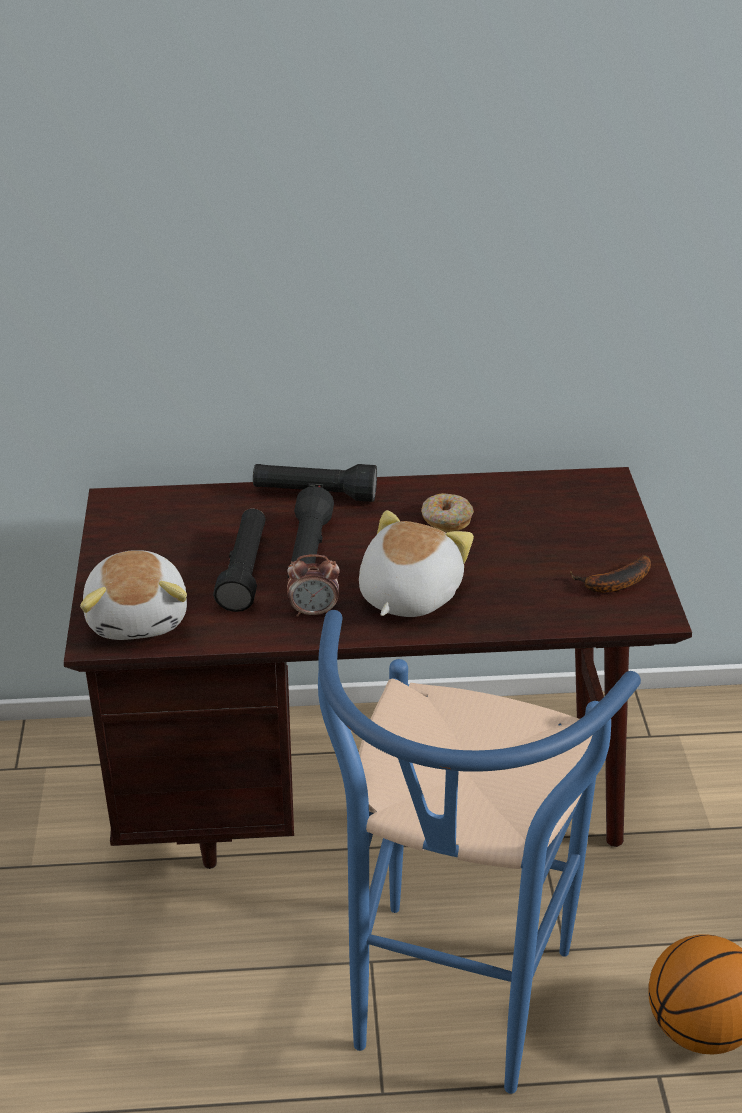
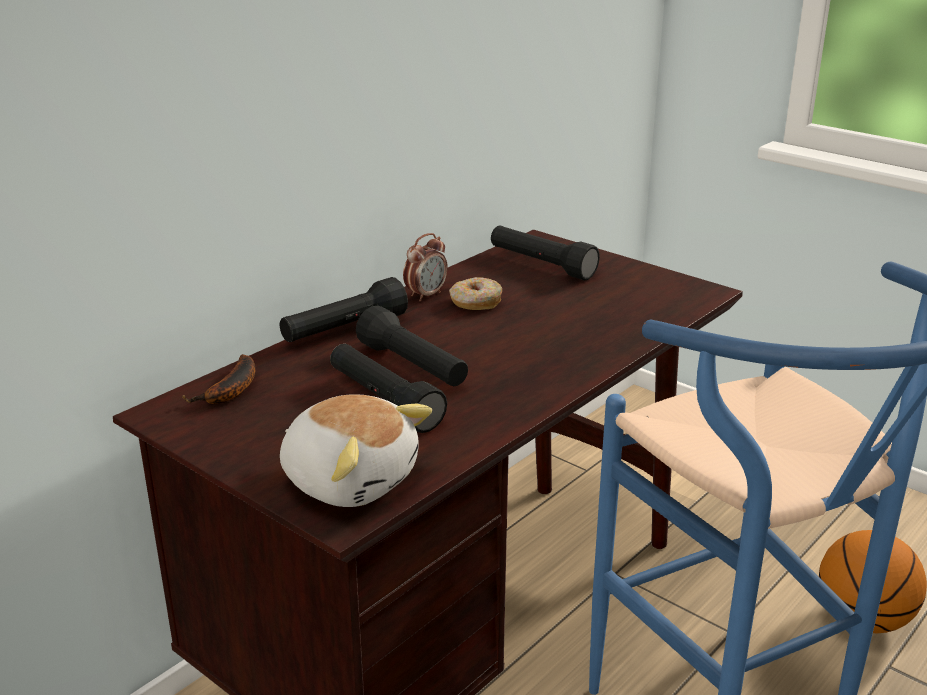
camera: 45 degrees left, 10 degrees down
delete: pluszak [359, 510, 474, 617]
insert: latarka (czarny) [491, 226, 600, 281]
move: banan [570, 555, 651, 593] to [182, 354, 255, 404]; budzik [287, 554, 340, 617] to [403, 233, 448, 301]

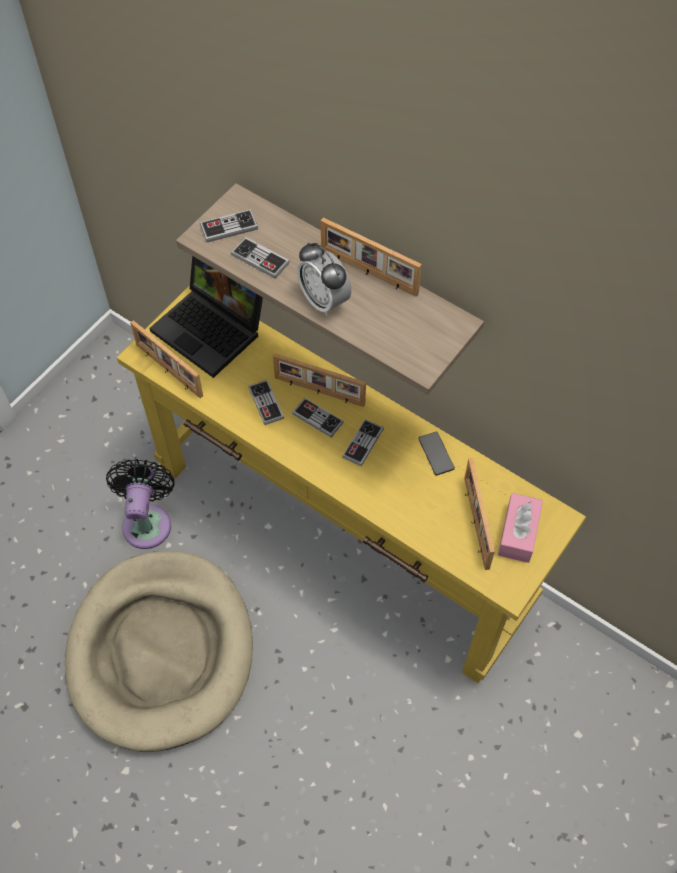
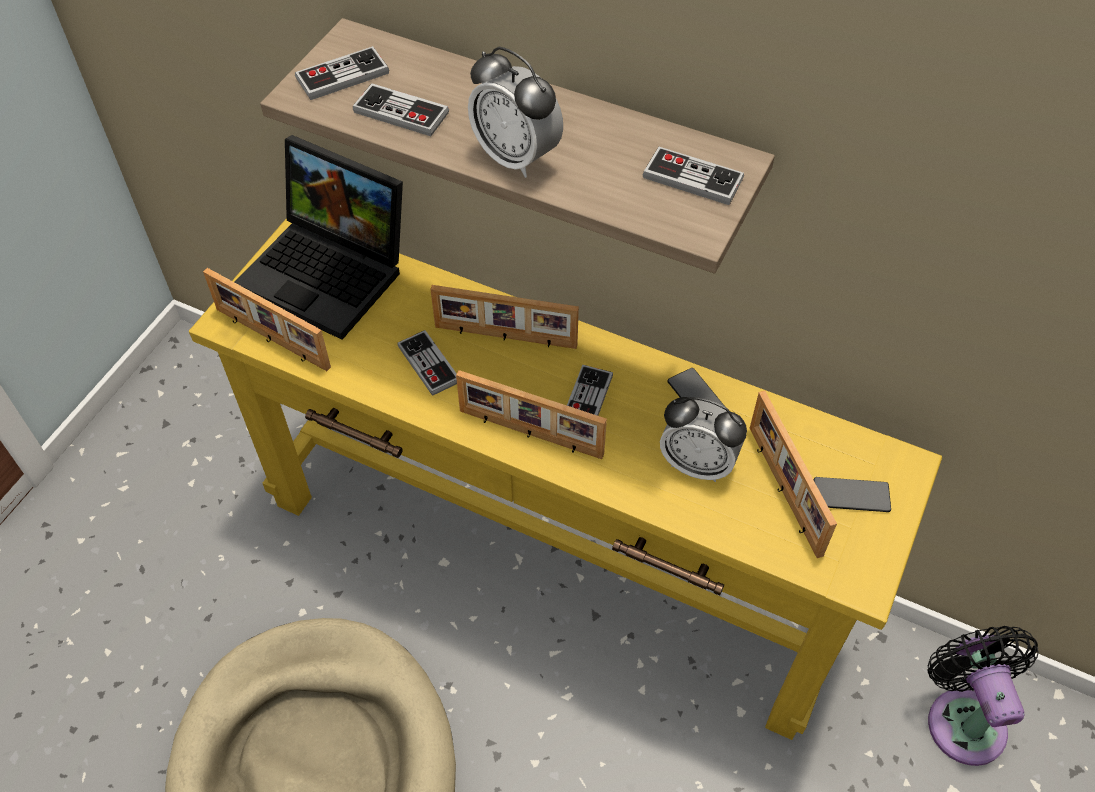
camera: 10 degrees left, 5 degrees down
insert: budzik [660, 397, 747, 482]
move: ramka na zdjęcie [321, 218, 422, 297] to [456, 370, 607, 459]; pad do gier [292, 398, 344, 438] to [642, 147, 744, 205]; wentylator (czarny) [106, 459, 175, 549] to [927, 626, 1039, 766]
replace: pudełko chusteczek (różowy) [498, 493, 543, 563] to telefon [814, 477, 891, 512]

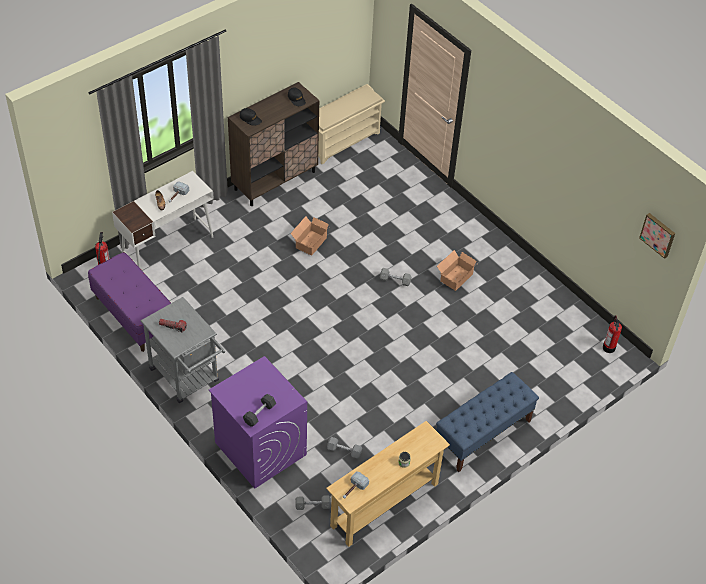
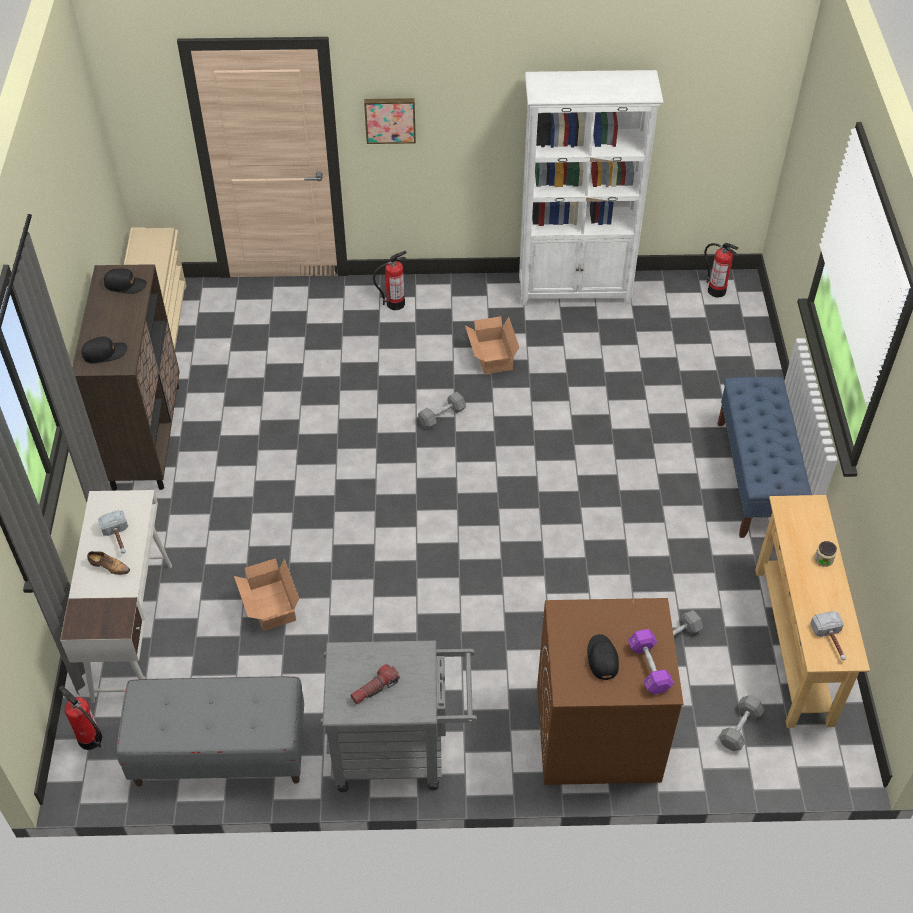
camera: 50 degrees left, 0 degrees up
insert: gaśnica [373, 251, 407, 310]; regał (biały) [519, 70, 663, 306]; czapka z daszkiem (czarny) [587, 634, 619, 680]
move: karton [290, 216, 329, 256] to [234, 558, 299, 631]; obraz [639, 213, 675, 259] to [364, 98, 416, 144]
recolor: ławka (fioletowy) [88, 252, 171, 352] to ławka (szary) [116, 676, 304, 787]; pralka (fioletowy) [209, 356, 307, 489] to pralka (brązowy) [537, 598, 684, 785]; hantel (czarny) [243, 394, 276, 427] to hantel (fioletowy) [628, 629, 674, 694]

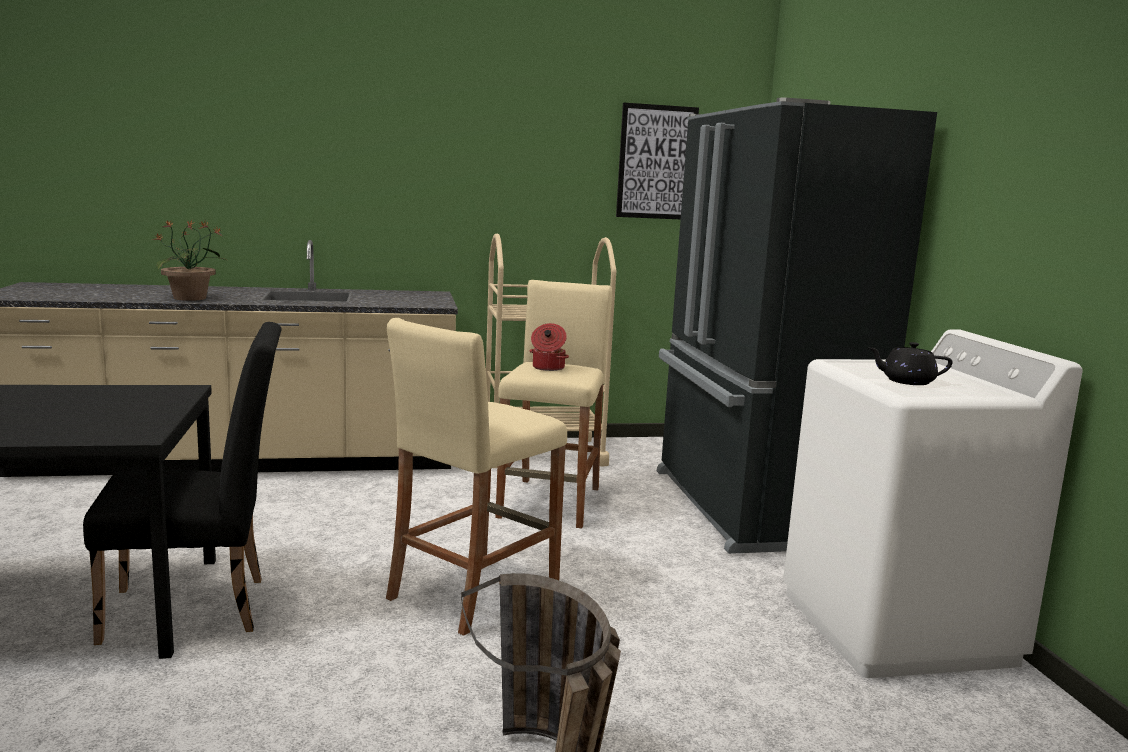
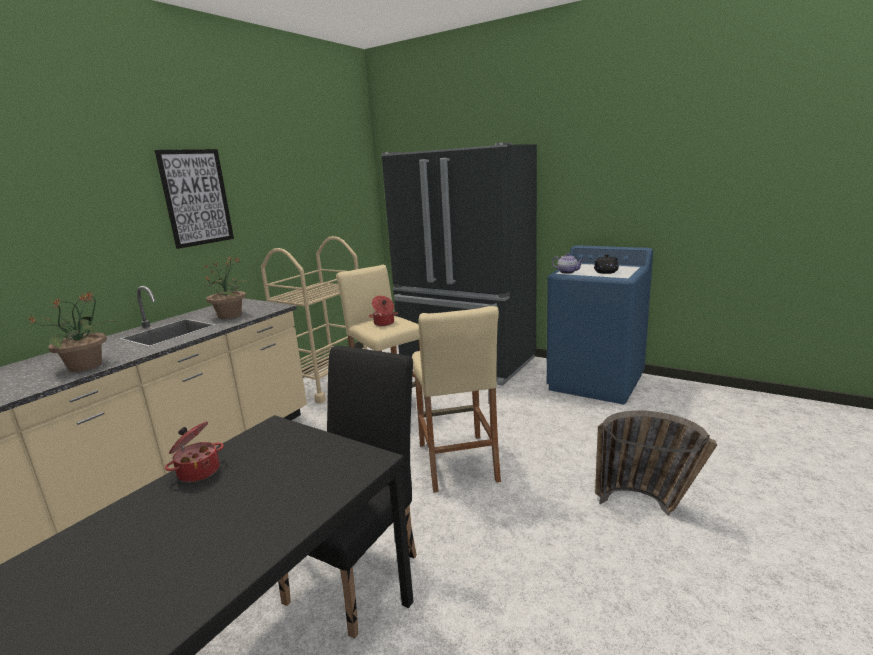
camera: 45 degrees left, 5 degrees up
insert: garnek [165, 421, 224, 482]; roślina doniczkowa [204, 257, 249, 319]; imbryk [552, 253, 584, 274]
move: obraz [616, 103, 699, 219] to [155, 149, 234, 249]
recolor: pralka (biały) [783, 329, 1082, 678] to pralka (niebieski) [547, 245, 653, 404]

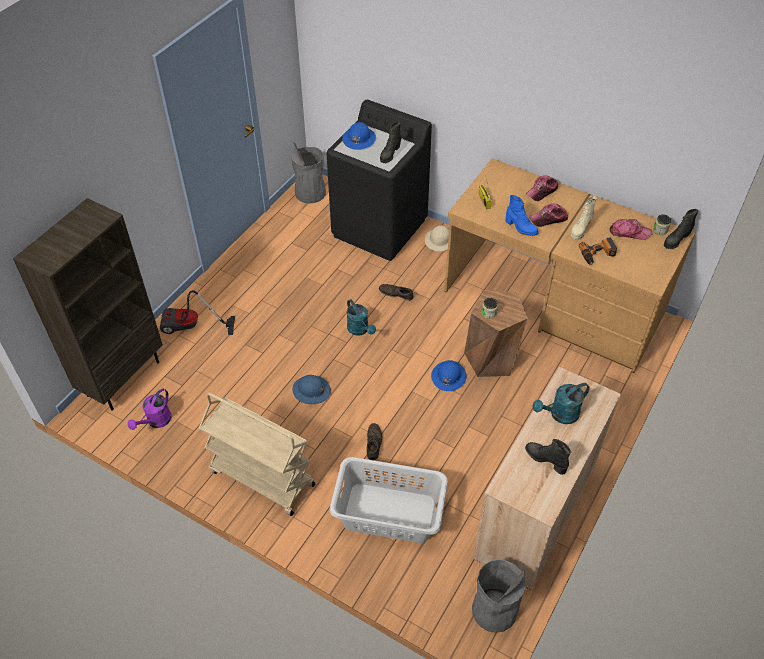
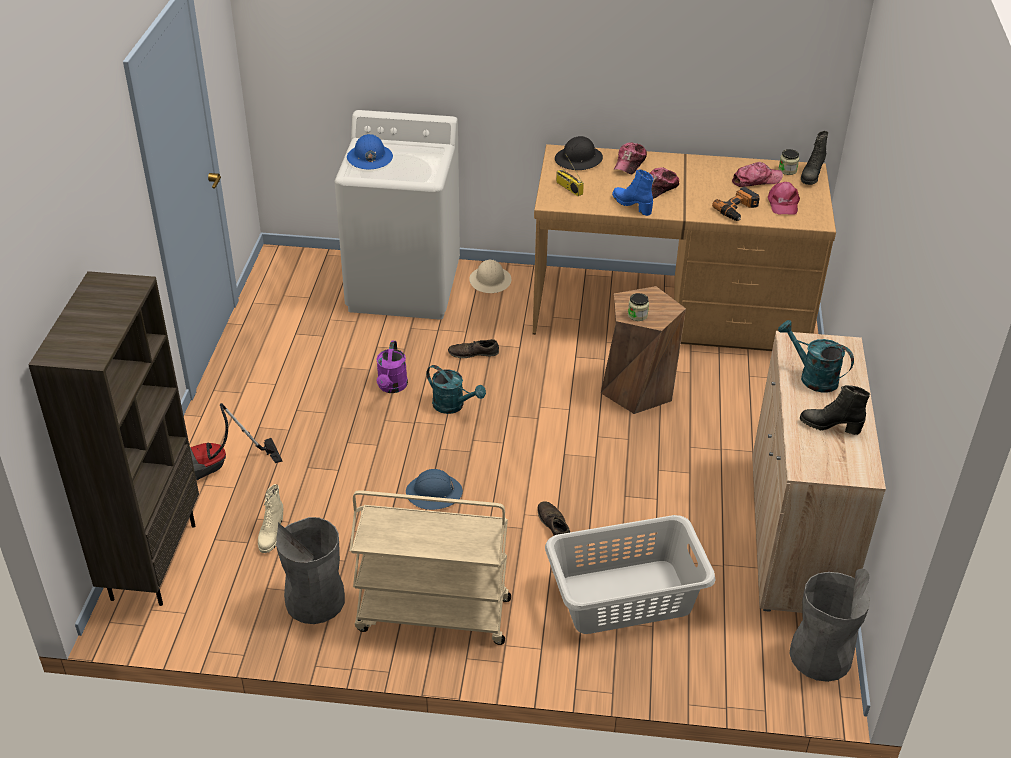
camera: 25 degrees left, 10 degrees down
delete: but z cholewką (czarny) [380, 122, 401, 163]; kask (niebieski) [431, 360, 467, 391]
insert: kask (czarny) [555, 136, 603, 170]; czapka z daszkiem (różowy) [768, 182, 800, 215]
move: but z cholewką (beżowy) [571, 196, 597, 240] to [258, 484, 283, 553]; kosz na śmieci (szary) [291, 142, 326, 204] to [276, 517, 345, 624]; konewka (fioletowy) [128, 389, 172, 430] to [376, 341, 408, 393]
recolor: pralka (czarny) [326, 100, 432, 261] to pralka (biały) [335, 110, 460, 320]
rotate: but z cholewką (niebieski) [505, 195, 538, 236] = [612, 169, 653, 216] 150 degrees counterclockwise; konewka (turkusowy) [533, 383, 590, 424] = [778, 320, 854, 393] 90 degrees clockwise

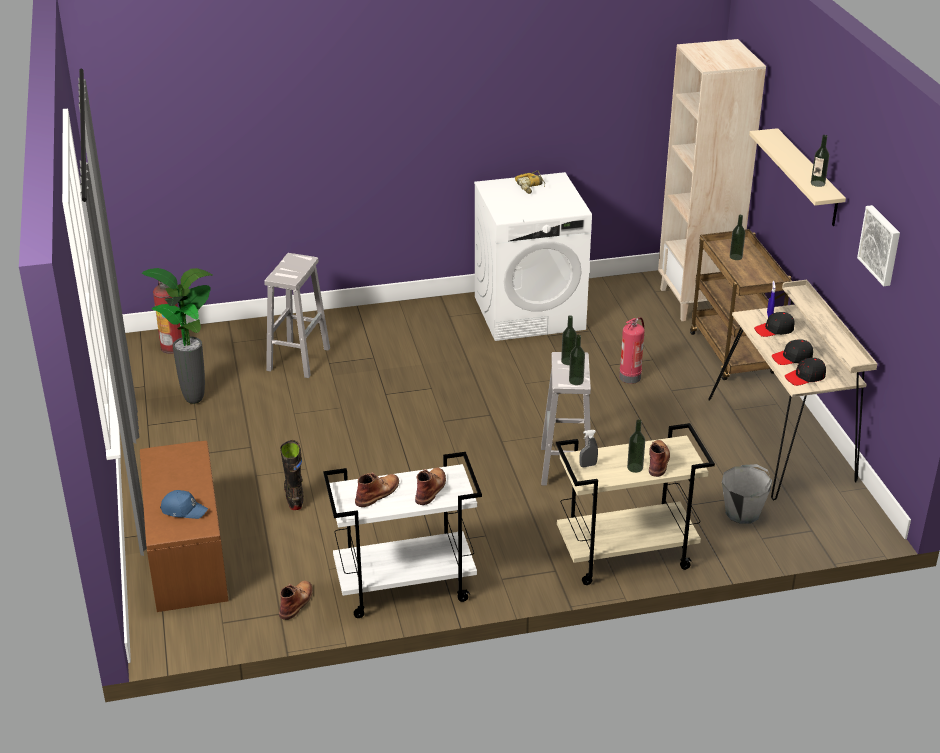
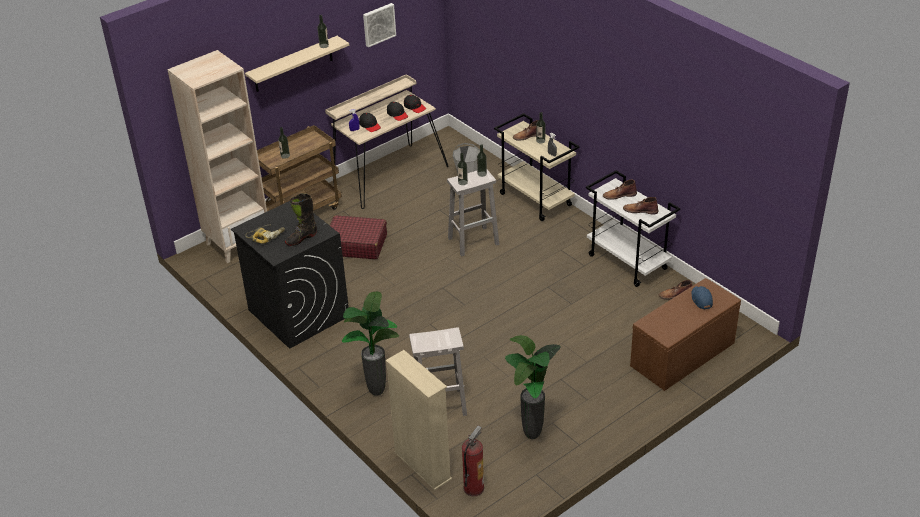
camera: 115 degrees left, 5 degrees up
insert: roślina doniczkowa [342, 292, 399, 396]; regał (beżowy) [385, 350, 452, 490]
move: but z cholewką (czarny) [280, 440, 304, 510] to [285, 193, 317, 246]
replace: gaśnica [619, 317, 644, 384] to walizka (czerwony) [330, 215, 387, 259]
recolor: pralka (biały) [474, 172, 592, 341] to pralka (czarny) [231, 201, 349, 349]

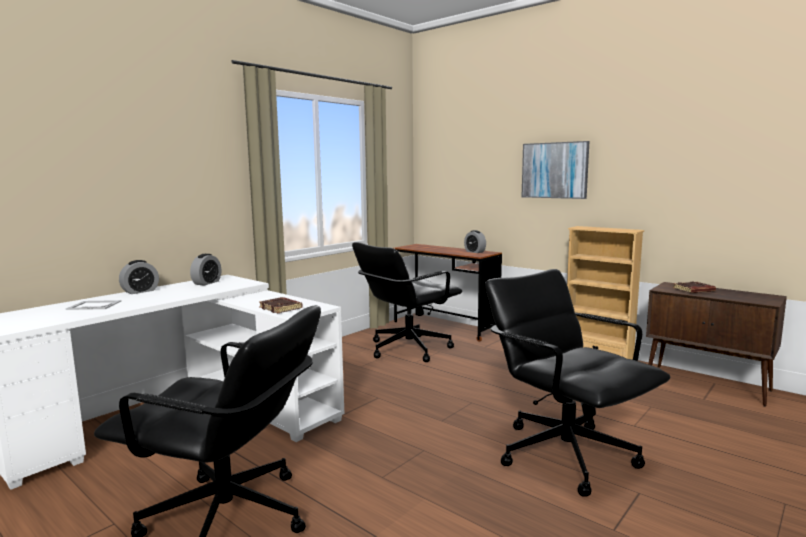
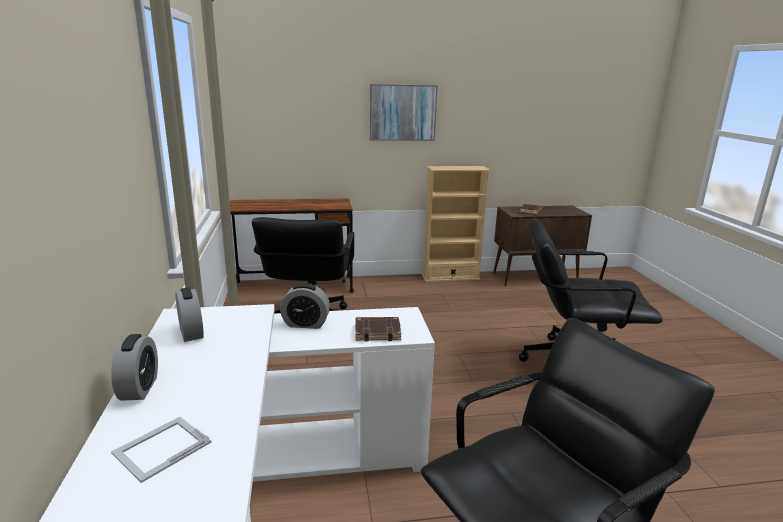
camera: 50 degrees left, 10 degrees up
move: budzik [464, 230, 486, 253] to [280, 283, 330, 329]

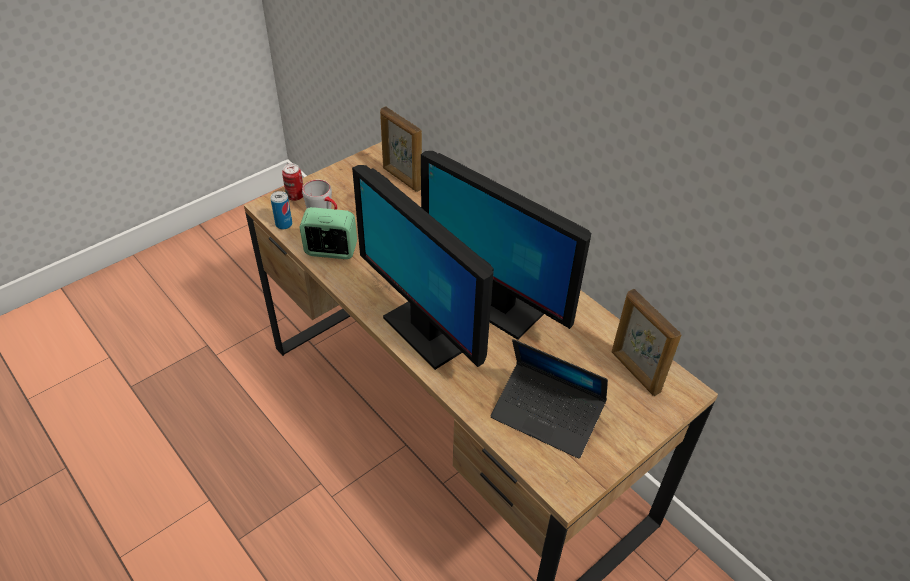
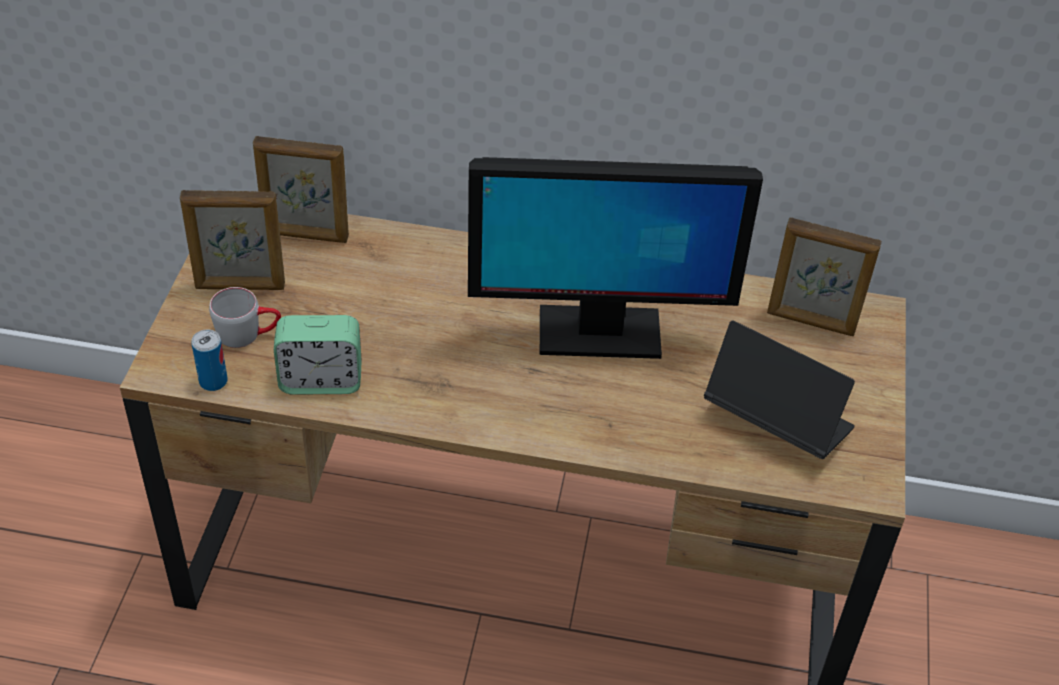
camera: 40 degrees left, 0 degrees up
delete: puszka [282, 164, 303, 201]; monitor [352, 165, 494, 370]
insert: ramka na zdjęcie [180, 190, 285, 290]
rotate: budzik [300, 207, 357, 259] = [274, 315, 362, 395] 150 degrees counterclockwise; laptop [491, 339, 608, 458] = [704, 320, 855, 459] 135 degrees counterclockwise

